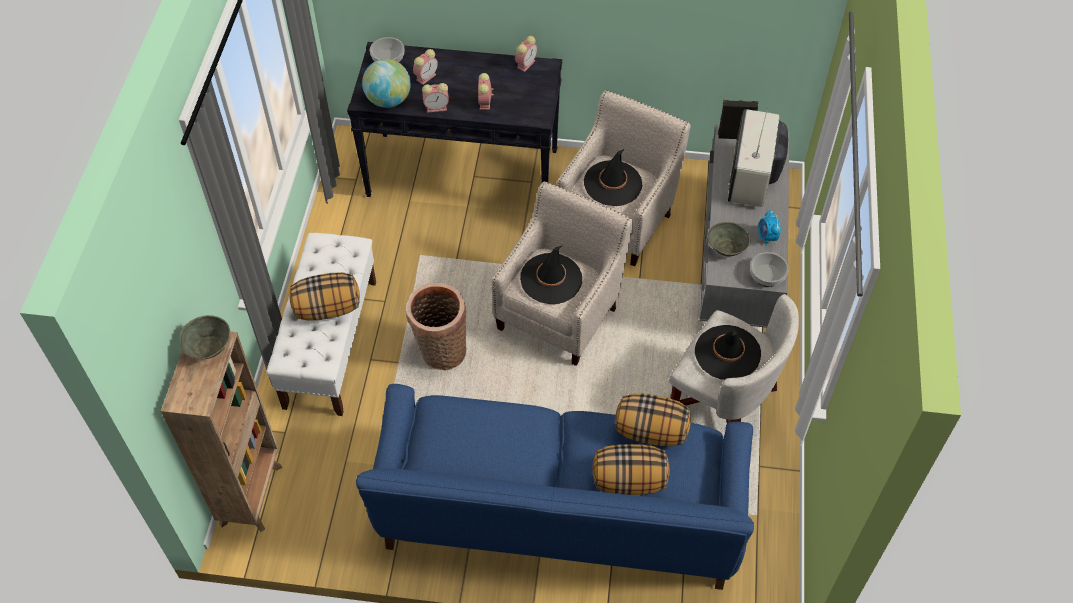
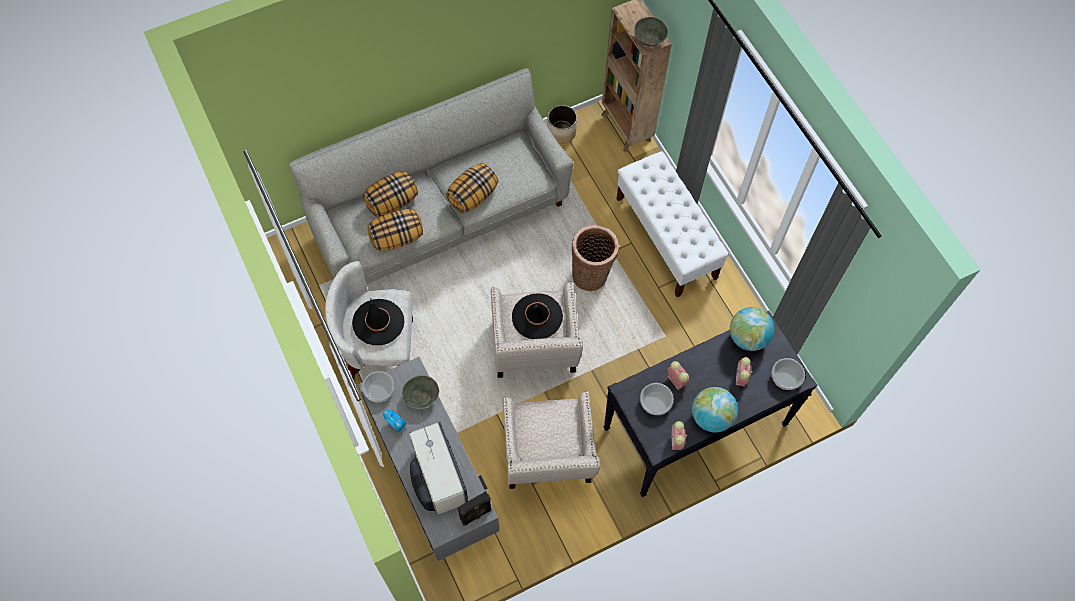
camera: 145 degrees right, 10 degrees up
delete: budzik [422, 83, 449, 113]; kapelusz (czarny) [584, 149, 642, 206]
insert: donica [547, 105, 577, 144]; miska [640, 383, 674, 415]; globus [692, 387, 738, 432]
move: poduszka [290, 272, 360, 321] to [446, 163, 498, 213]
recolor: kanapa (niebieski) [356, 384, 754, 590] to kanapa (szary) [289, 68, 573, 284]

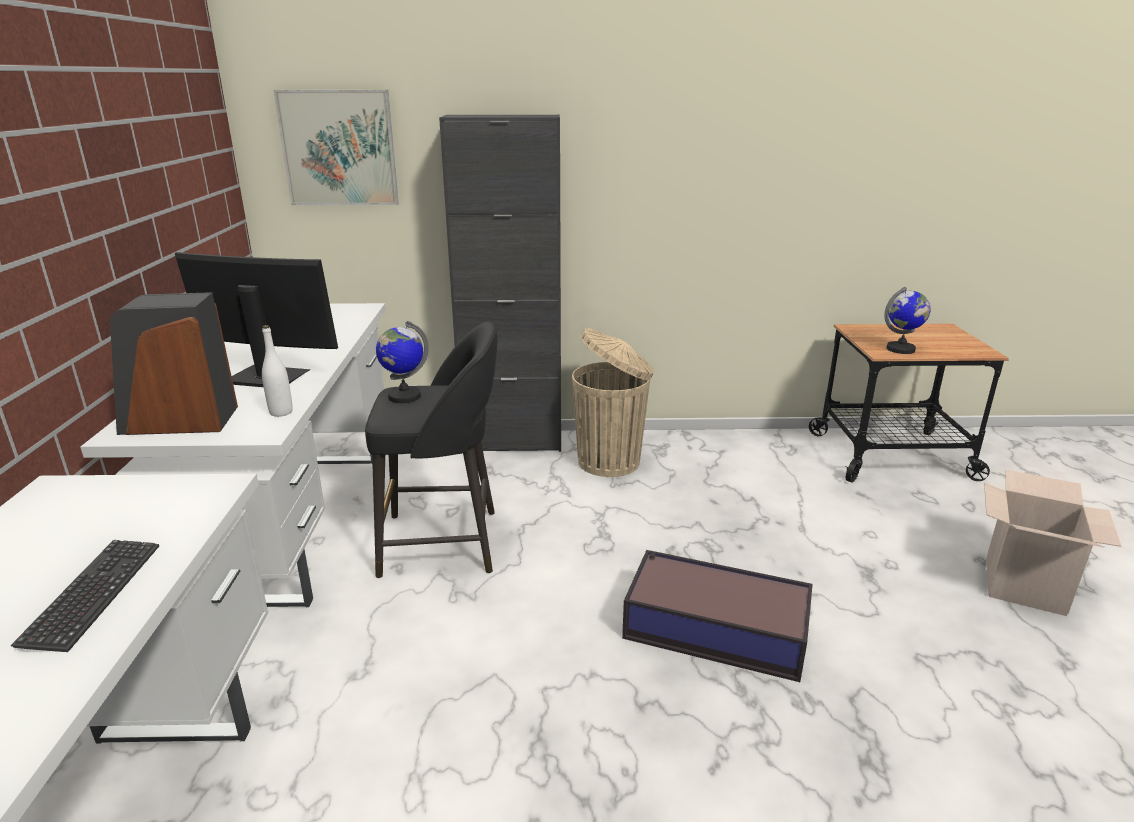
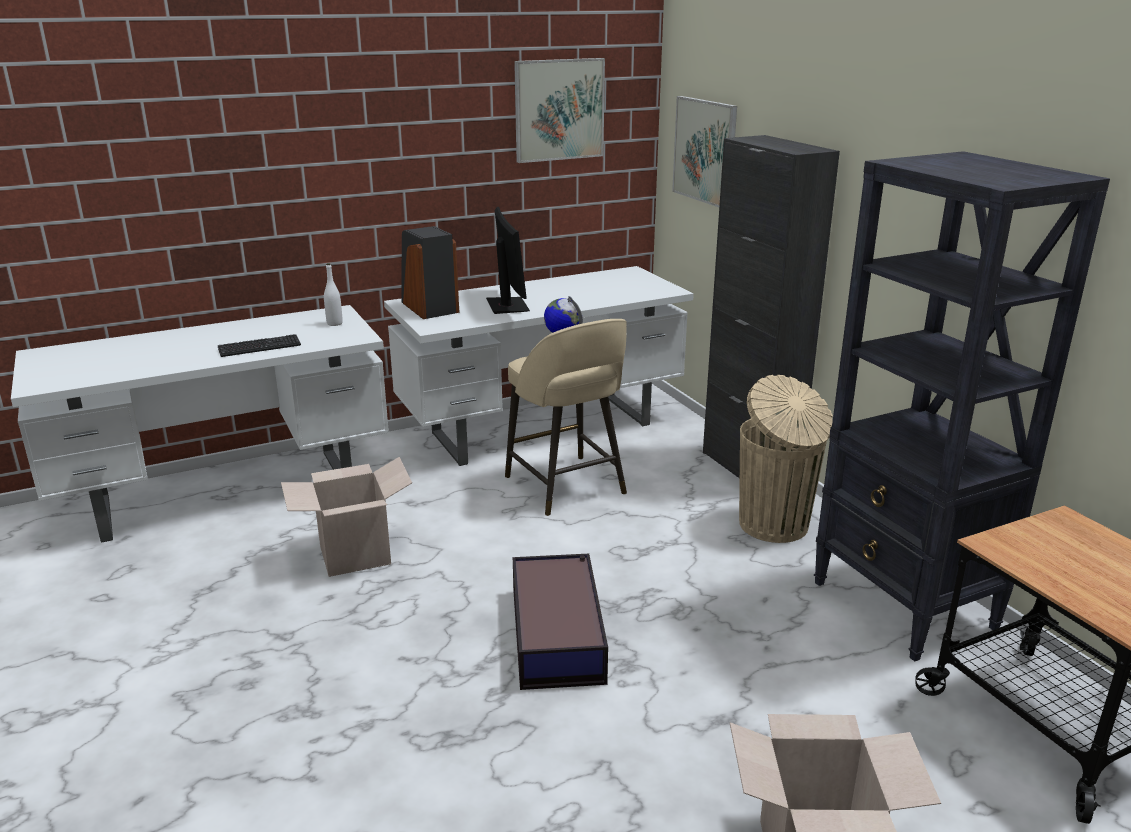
camera: 65 degrees right, 0 degrees up
delete: globus [884, 287, 931, 354]
insert: karton [281, 457, 412, 577]; obraz [514, 58, 605, 163]; regał (czarny) [814, 151, 1110, 662]
move: butelka (biały) [262, 325, 293, 417] to [324, 263, 343, 326]
recolor: stołek (czarny) [365, 322, 497, 578] to stołek (beżowy) [505, 319, 627, 516]

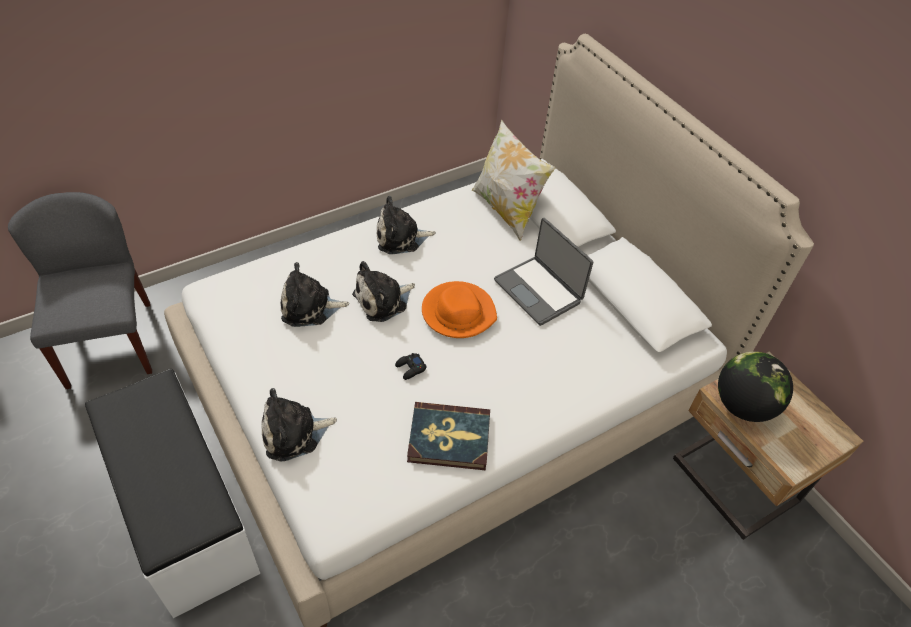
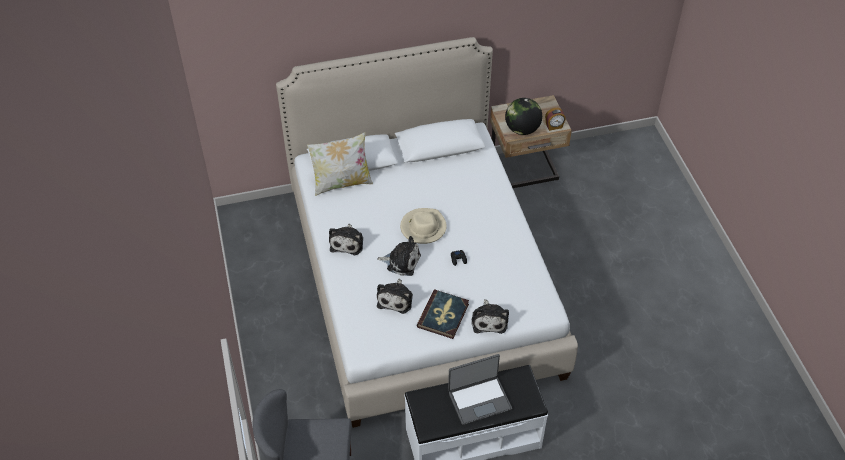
camera: 70 degrees left, 0 degrees up
insert: budzik [545, 108, 566, 131]
move: książka [407, 402, 490, 470] to [417, 290, 469, 339]; laptop [494, 218, 594, 326] to [448, 354, 512, 425]
recolor: kapelusz (pomarańczowy) [422, 281, 497, 338] to kapelusz (beżowy) [400, 208, 447, 244]
rotate: pluszak [352, 261, 415, 322] = [377, 236, 421, 276] 60 degrees counterclockwise

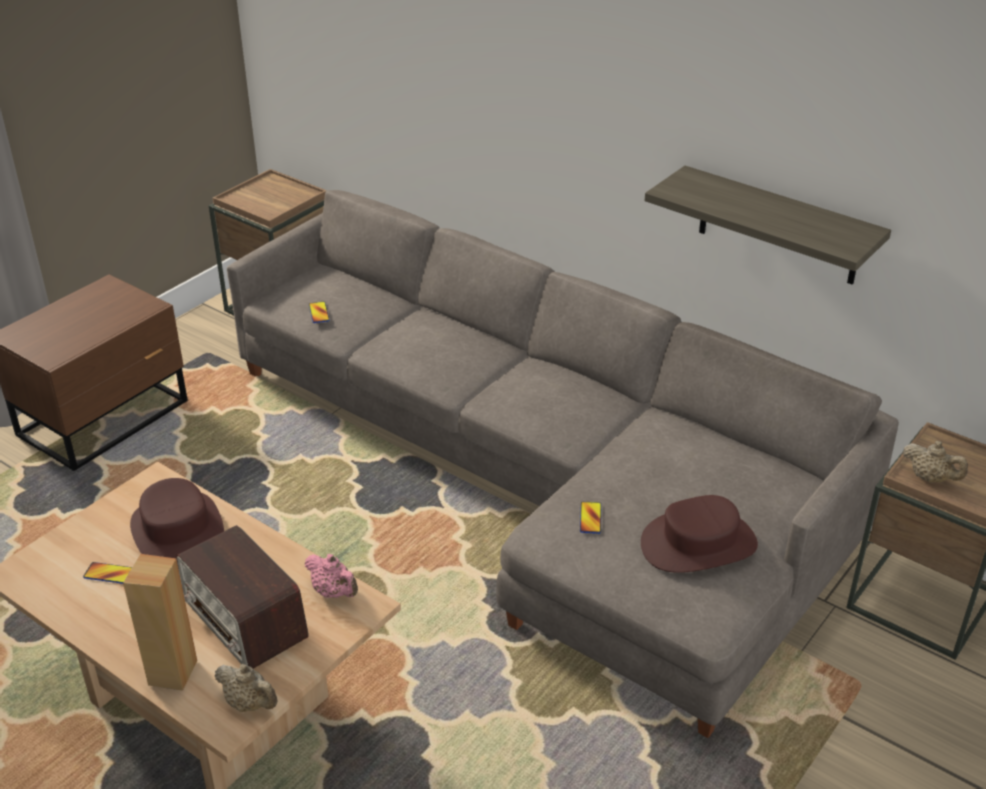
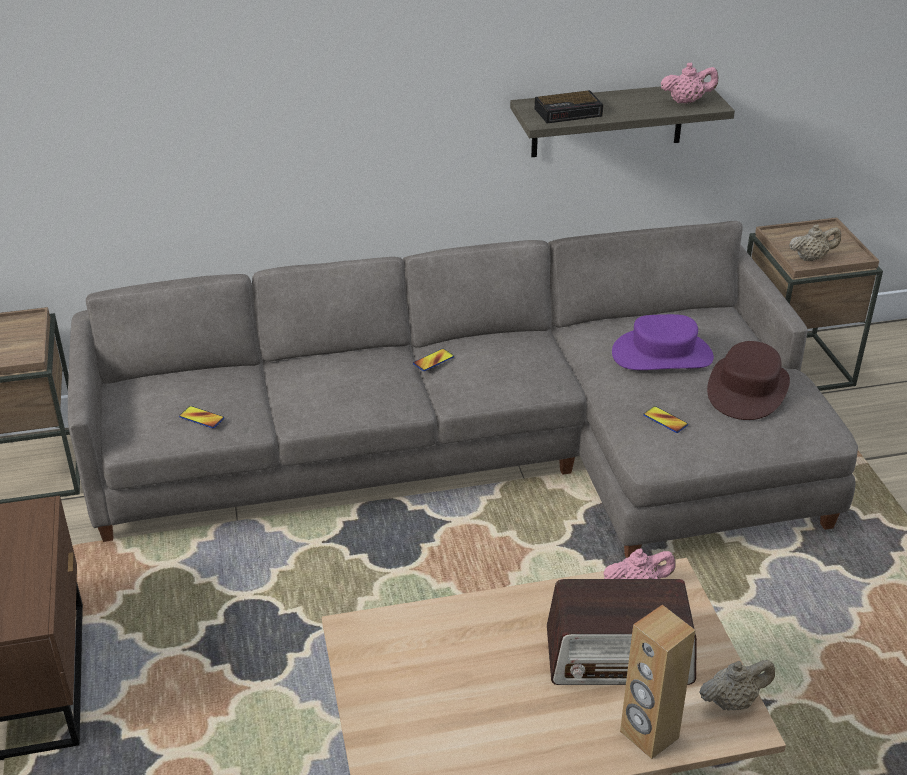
camera: 50 degrees left, 0 degrees up
delete: kapelusz (brązowy) [130, 478, 224, 564]
insert: budzik [535, 90, 603, 123]; kapelusz (fioletowy) [612, 314, 714, 370]; imbryk (różowy) [661, 62, 718, 104]
move: telefon [83, 562, 132, 584] to [413, 348, 454, 371]

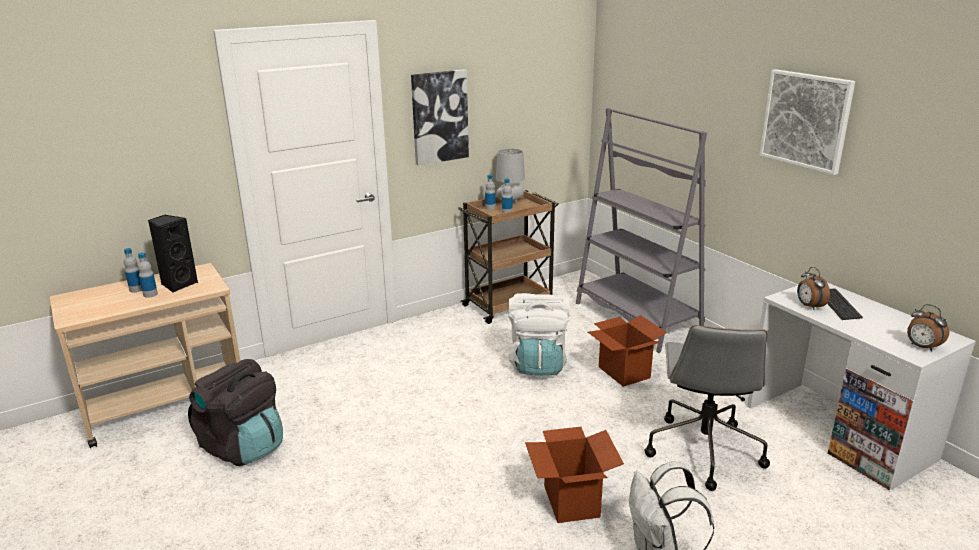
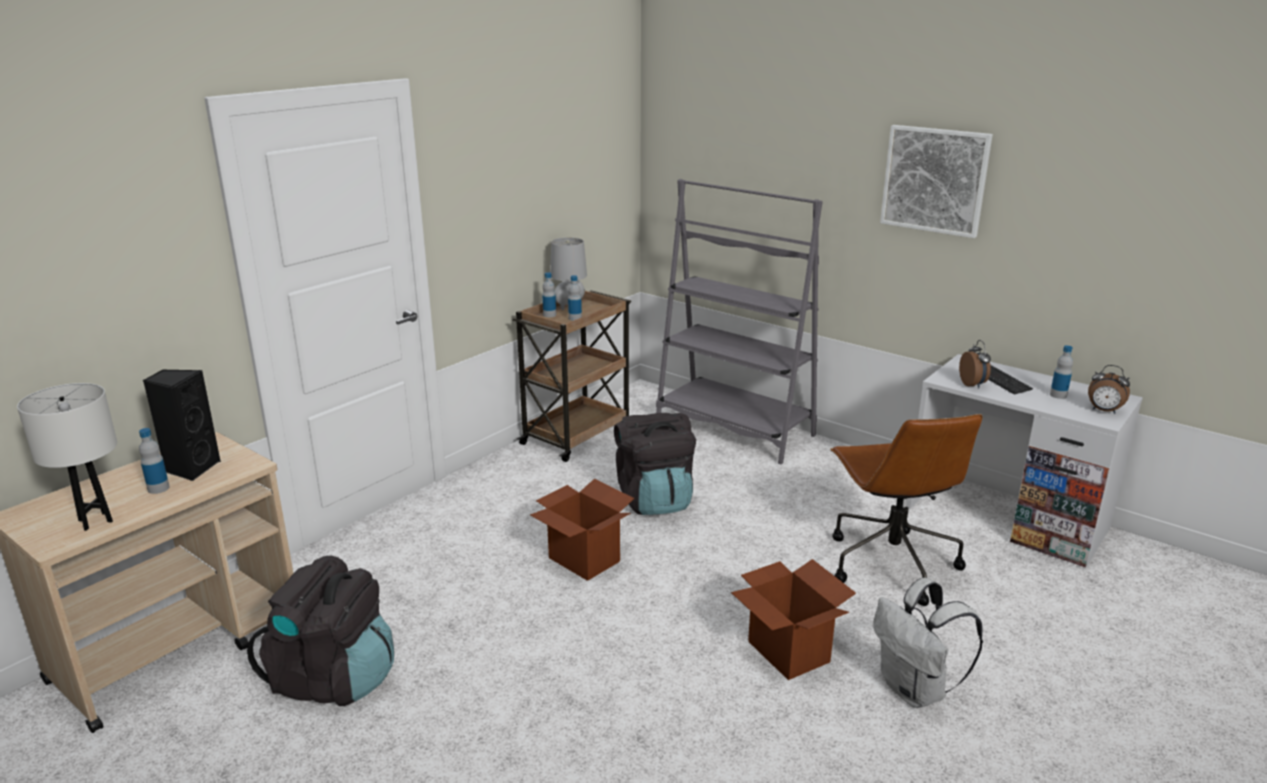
camera: 20 degrees left, 0 degrees up
delete: obraz [411, 69, 469, 166]
insert: lampa stołowa (biały) [17, 383, 117, 531]
move: karton [588, 315, 667, 387] to [530, 479, 634, 581]; butelka [124, 248, 142, 293] to [1050, 345, 1073, 399]
recolor: plecak (biały) [508, 293, 570, 375] to plecak (czarny) [614, 413, 696, 515]; krzesło biurowe (szary) [645, 325, 770, 491] to krzesło biurowe (brązowy) [830, 414, 982, 606]
rotate: budzik [797, 267, 830, 310] = [959, 340, 991, 388] 150 degrees counterclockwise

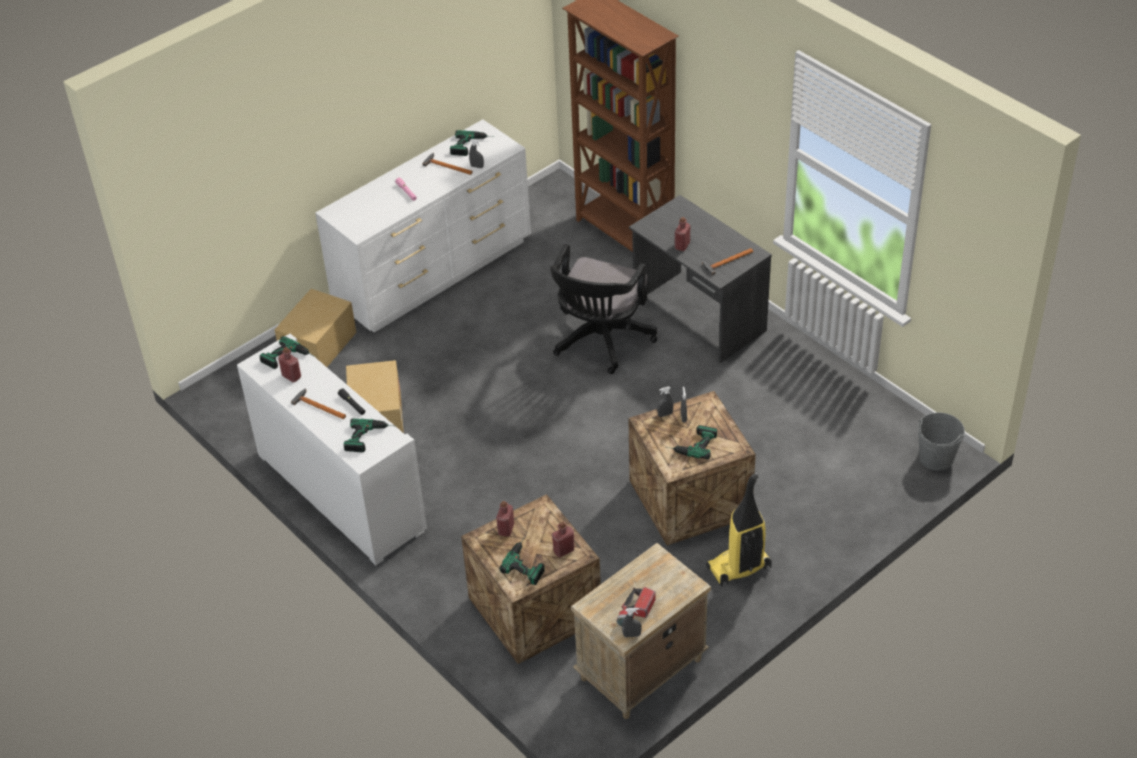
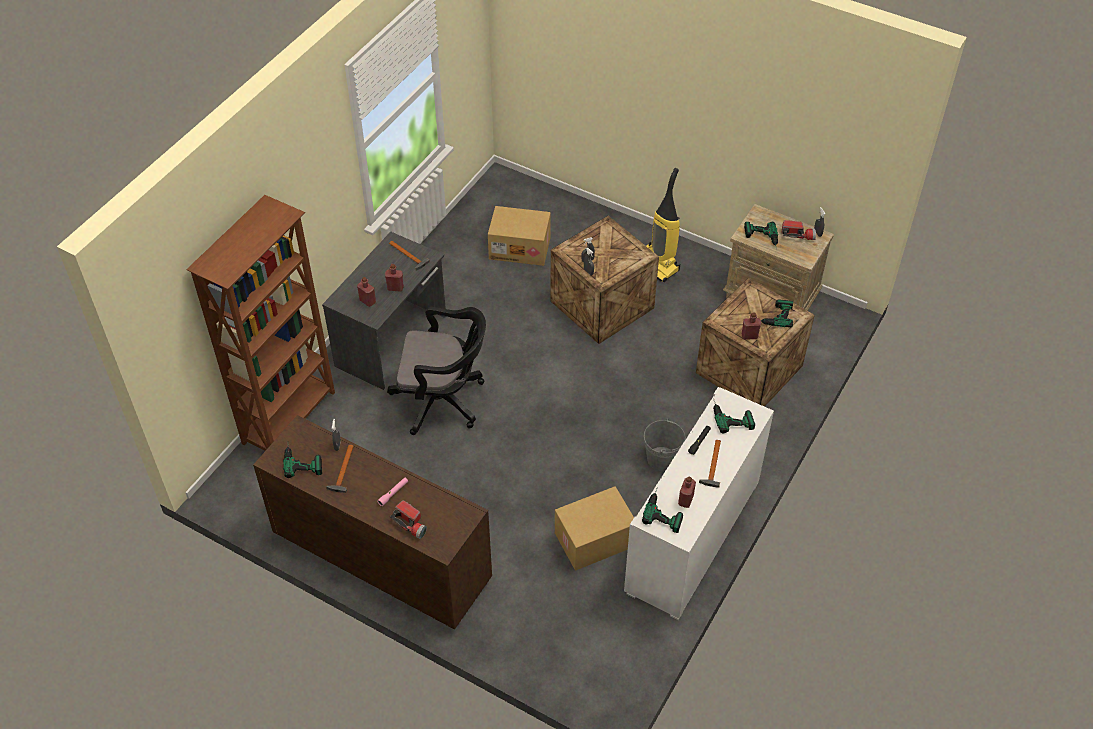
camera: 110 degrees left, 5 degrees up
insert: latarka [389, 500, 427, 539]
move: butelka (czerwony) [552, 522, 574, 557] to [357, 277, 376, 307]; karton [275, 289, 356, 367] to [488, 206, 551, 266]; wiadro (szary) [918, 413, 965, 471] to [644, 419, 686, 471]; wiertarka [667, 425, 717, 459] to [744, 222, 778, 250]
recolor: komoda (biały) [315, 119, 531, 333] to komoda (brązowy) [253, 415, 492, 629]

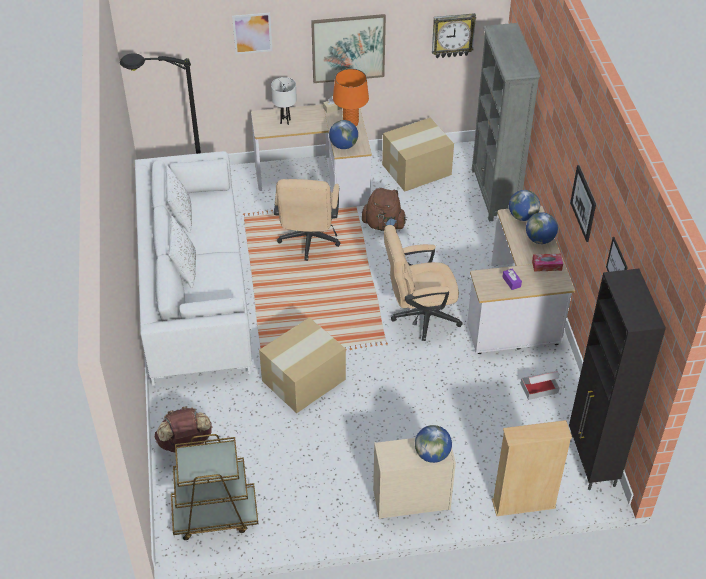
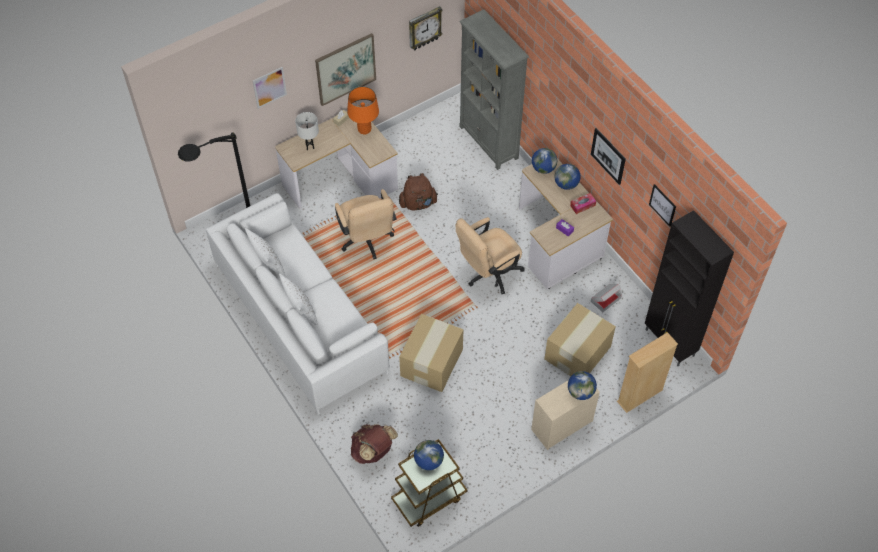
camera: 25 degrees left, 10 degrees up
move: globus [329, 120, 358, 149] to [414, 440, 444, 470]; karton [382, 117, 454, 192] to [544, 303, 616, 376]

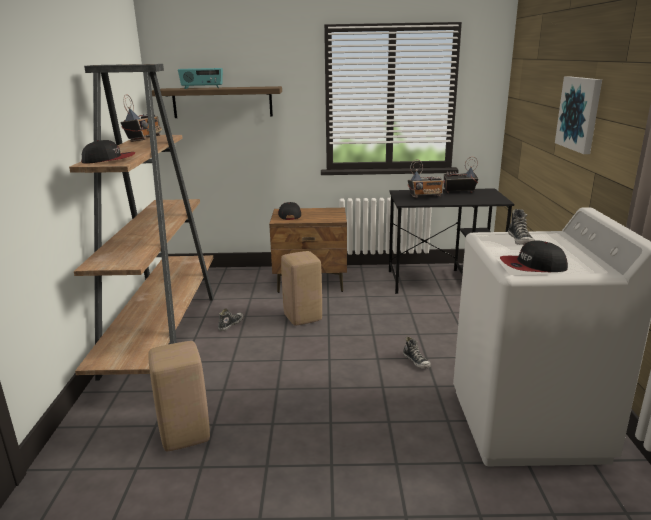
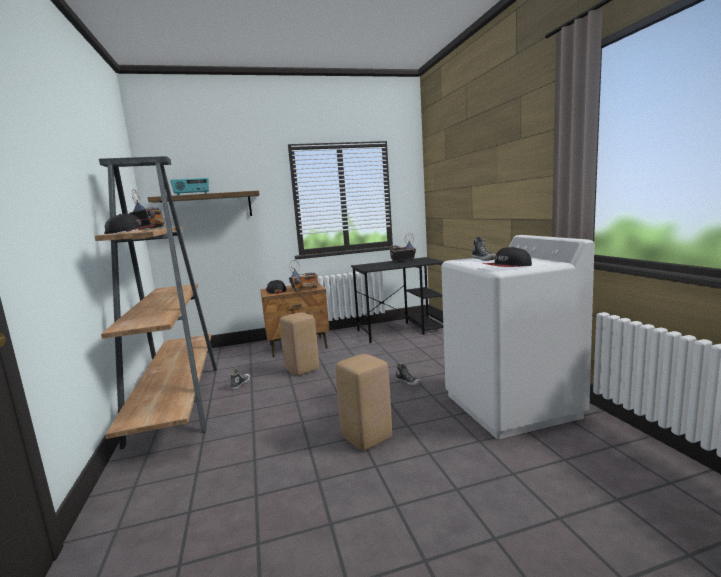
camera: 15 degrees left, 10 degrees down
delete: obraz [555, 76, 602, 154]
move: radio [408, 159, 444, 198] to [289, 260, 318, 291]; stołek (beżowy) [148, 341, 210, 451] to [335, 354, 392, 451]

